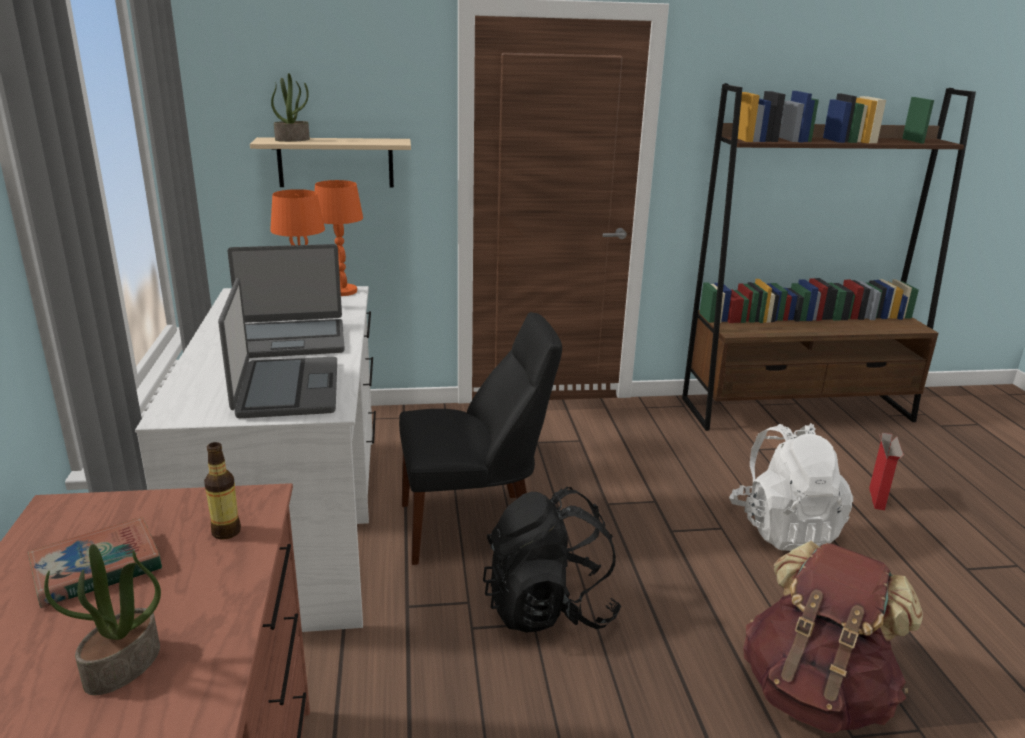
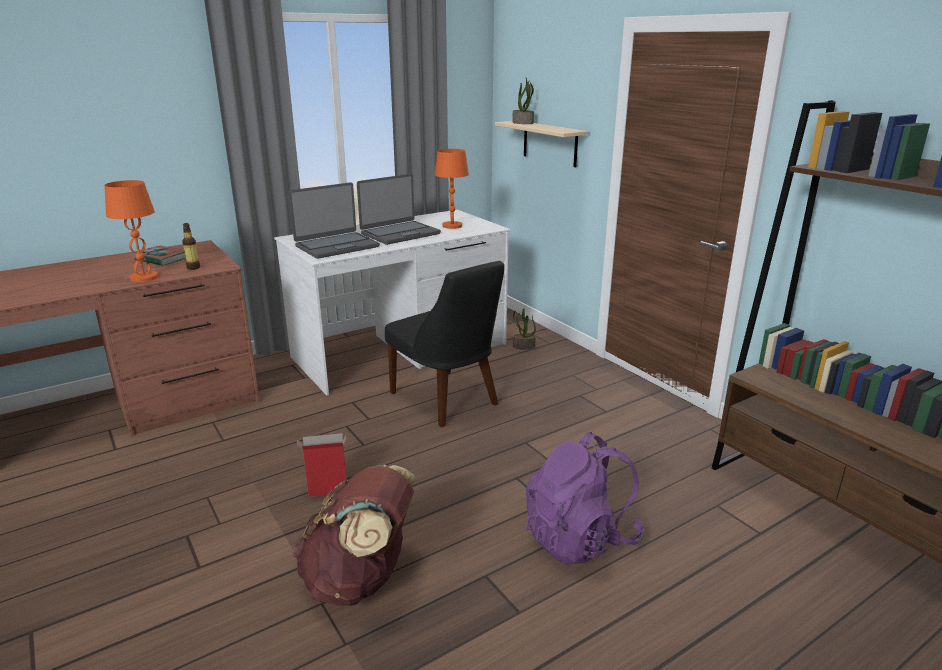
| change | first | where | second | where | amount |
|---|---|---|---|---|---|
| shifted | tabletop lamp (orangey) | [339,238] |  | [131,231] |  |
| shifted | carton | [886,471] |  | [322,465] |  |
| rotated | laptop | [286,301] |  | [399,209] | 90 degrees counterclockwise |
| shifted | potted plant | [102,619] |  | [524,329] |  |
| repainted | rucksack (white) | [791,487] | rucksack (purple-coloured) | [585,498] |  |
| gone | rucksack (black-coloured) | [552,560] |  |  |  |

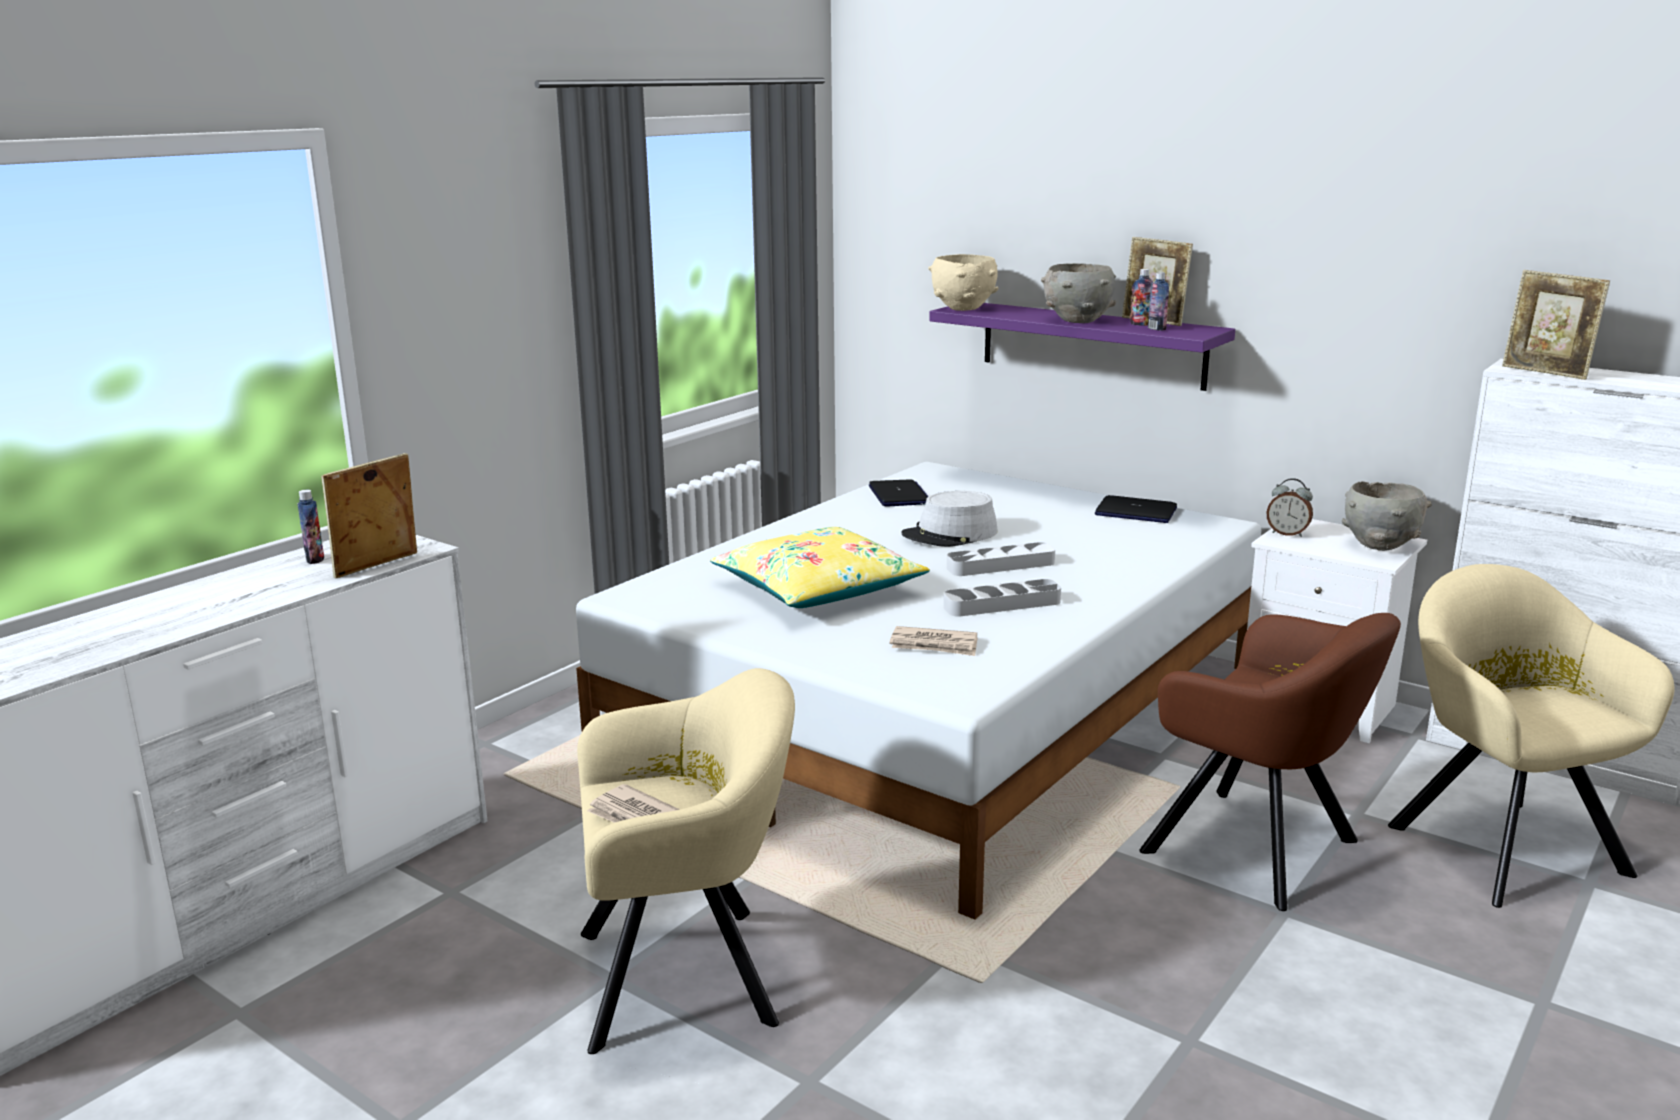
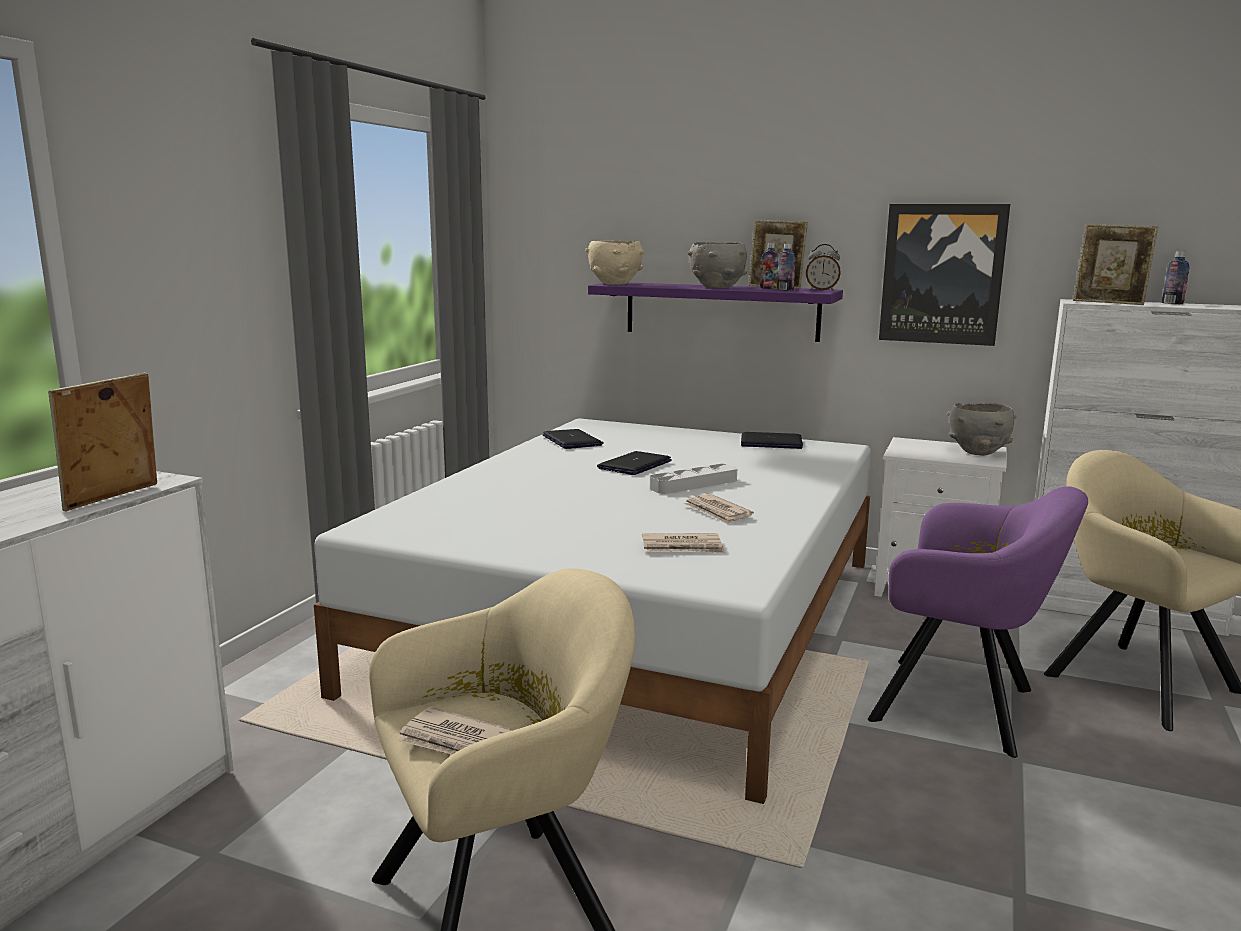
| change | first | where | second | where | amount |
|---|---|---|---|---|---|
| swapped | clothing hat (grey) | [949,519] | laptop | [634,463] |  |
| swapped | carrying tray (grey) | [1002,598] | printed paper | [718,509] |  |
| shifted | table clock | [1290,507] |  | [823,267] |  |
| repainted | easy chair (brownish) | [1270,762] | easy chair (purple-coloured) | [978,622] |  |
| new |  |  | wall art | [944,275] |  |
| shifted | bottle | [310,527] |  | [1175,277] |  |
| gone | throw pillow (yellowish) | [820,567] |  |  |  |

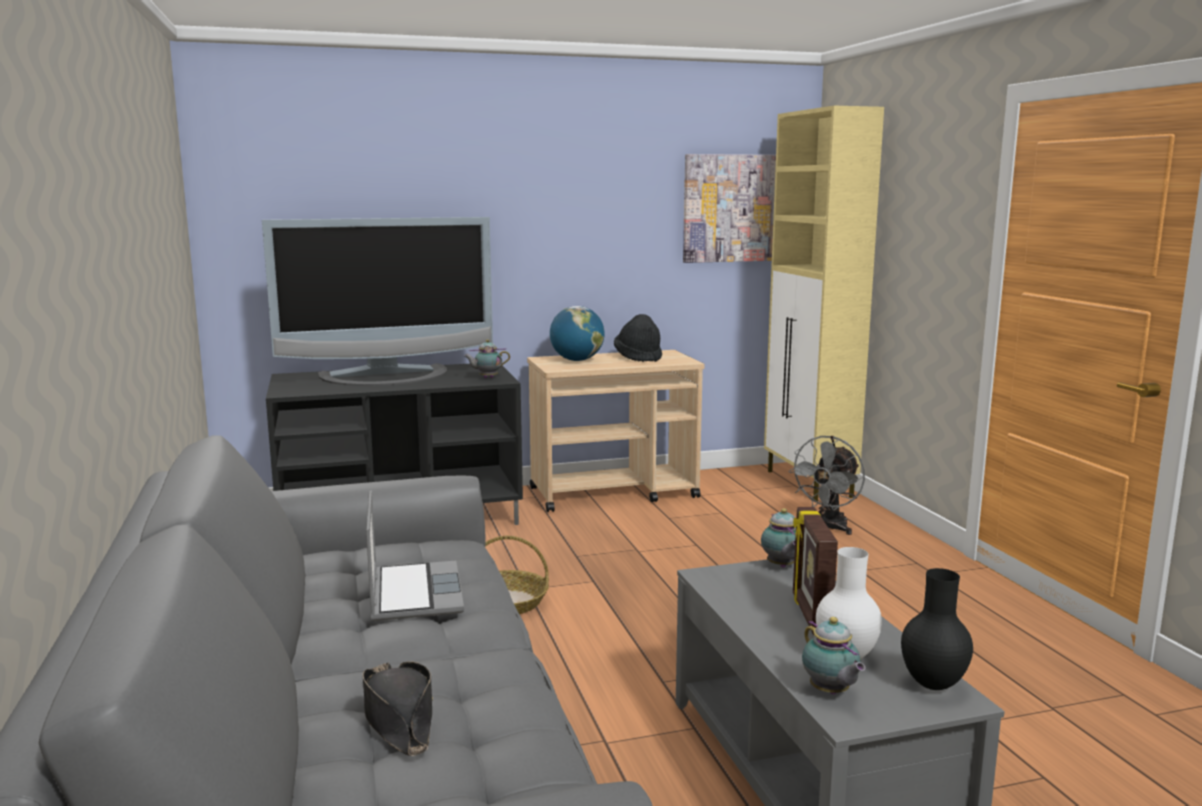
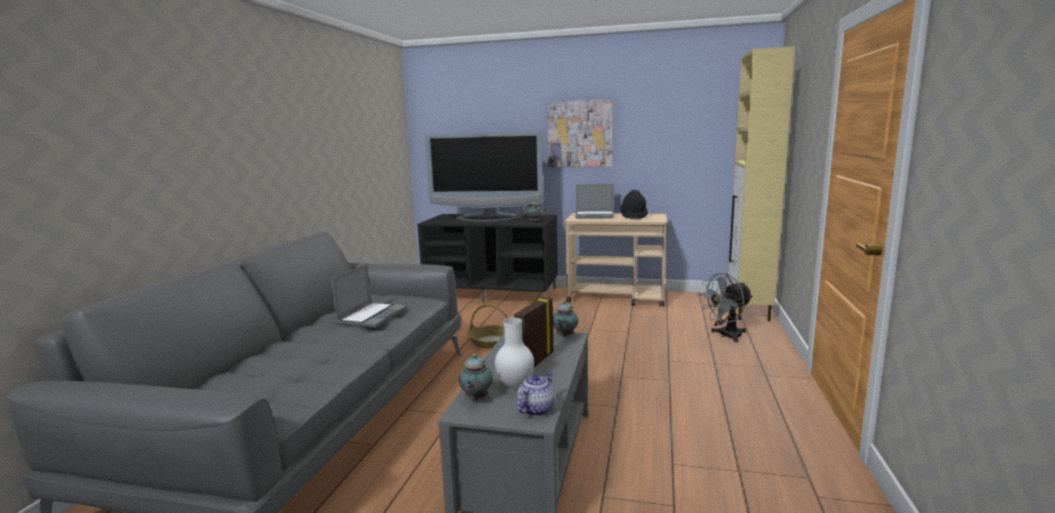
| change | first | where | second | where | amount |
|---|---|---|---|---|---|
| swapped | vase (black-coloured) | [937,629] | teapot | [536,394] |  |
| shifted | wall art | [729,208] |  | [580,133] |  |
| swapped | globe | [577,333] | laptop | [594,201] |  |
| gone | clothing hat (black-coloured) | [397,708] |  |  |  |

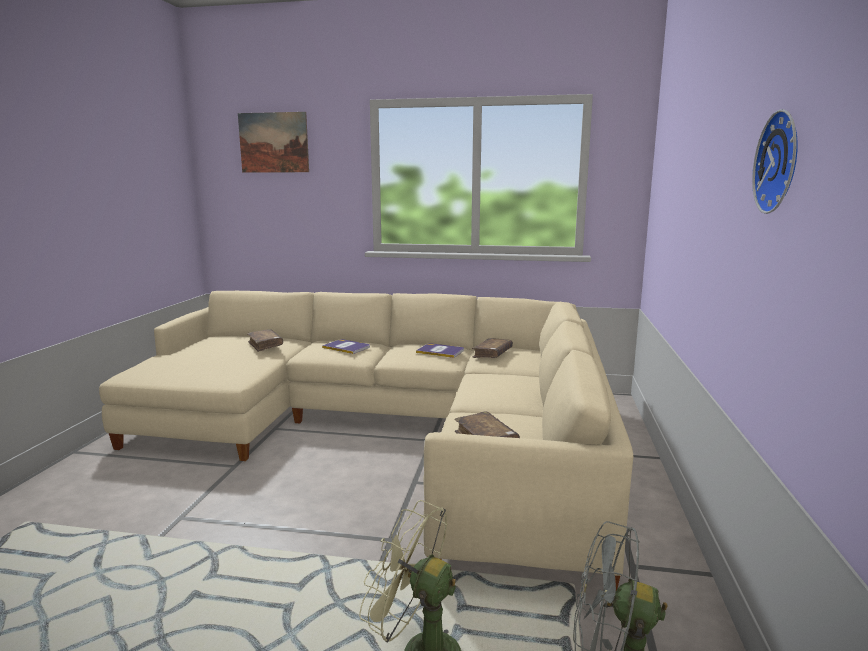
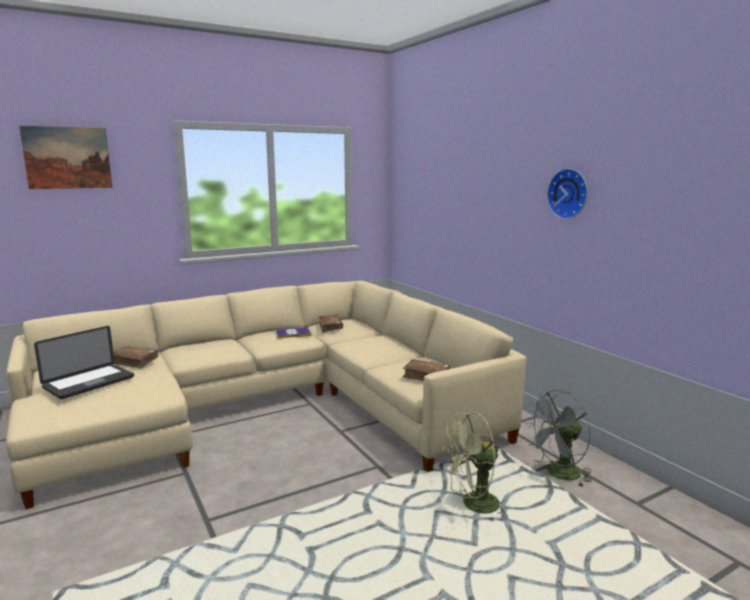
| change | first | where | second | where | amount |
|---|---|---|---|---|---|
| new |  |  | laptop | [84,362] |  |
| gone | bound book | [346,346] |  |  |  |

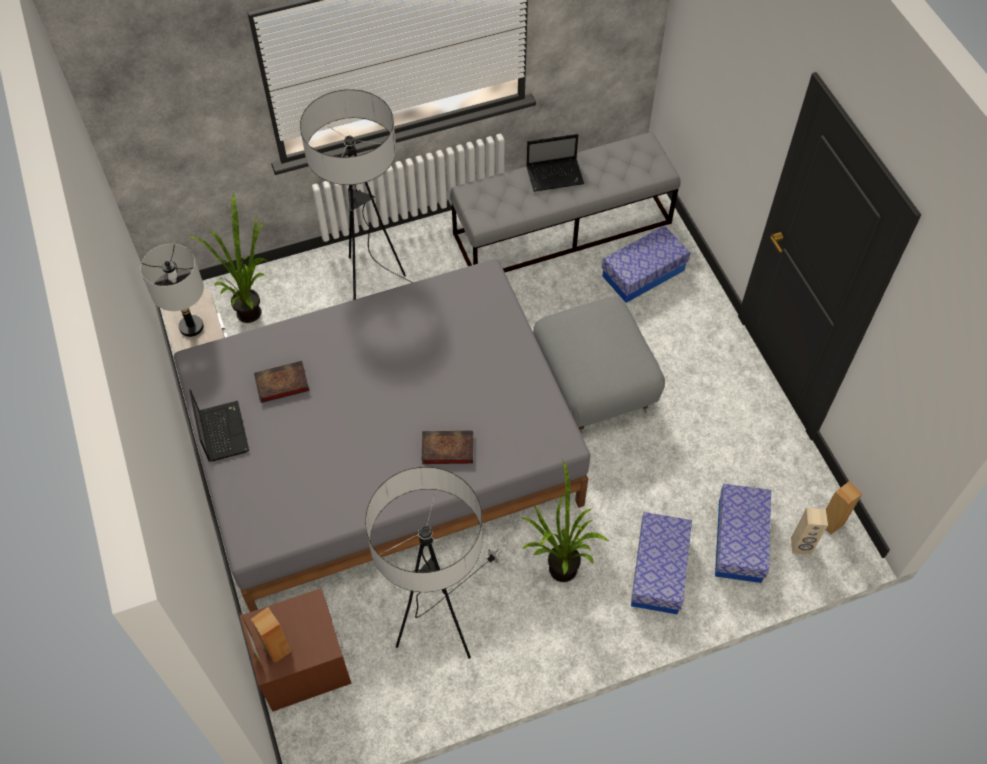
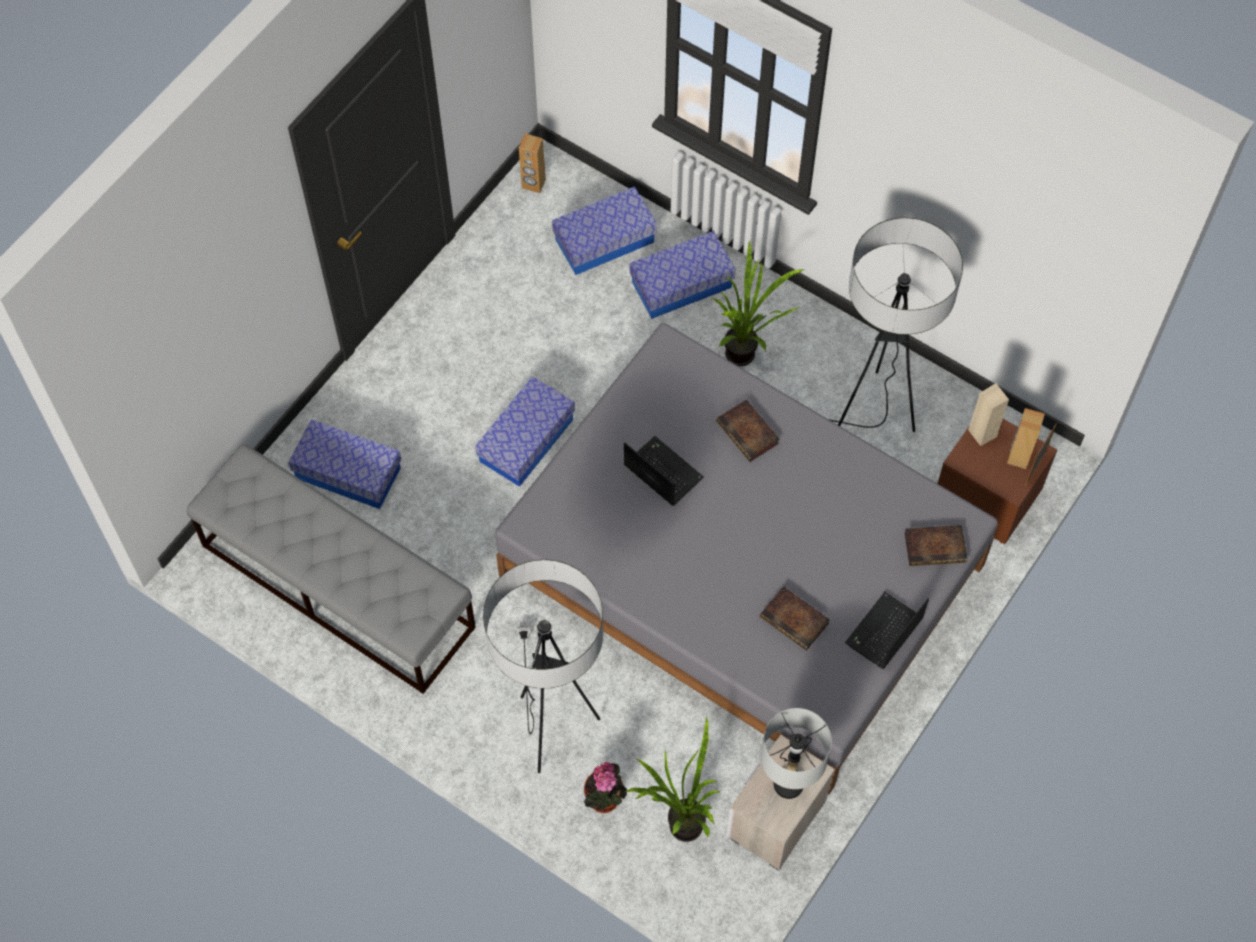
| change | first | where | second | where | amount |
|---|---|---|---|---|---|
| swapped | pouffe (grey) | [599,365] | storage box | [525,431] |  |
| new |  |  | potted plant | [605,787] |  |
| shifted | laptop | [555,163] |  | [664,471] |  |
| new |  |  | bound book | [935,545] |  |
| shifted | audio speaker (beige) | [809,531] |  | [988,414] |  |

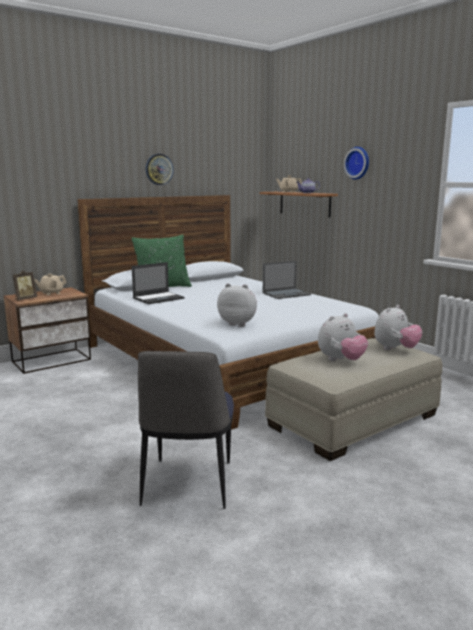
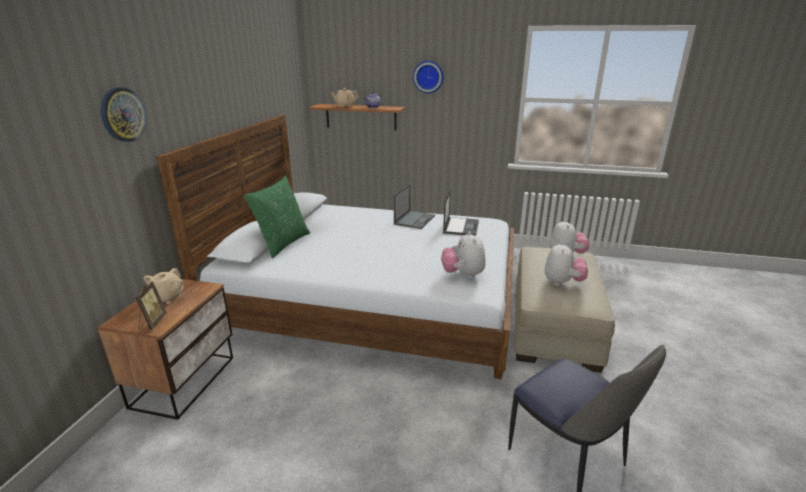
| change | first | where | second | where | amount |
|---|---|---|---|---|---|
| shifted | clock on the wall | [160,169] |  | [124,114] |  |
| rotated | soft toy | [237,305] |  | [463,255] | 75 degrees counterclockwise |
| shifted | laptop | [158,283] |  | [461,212] |  |

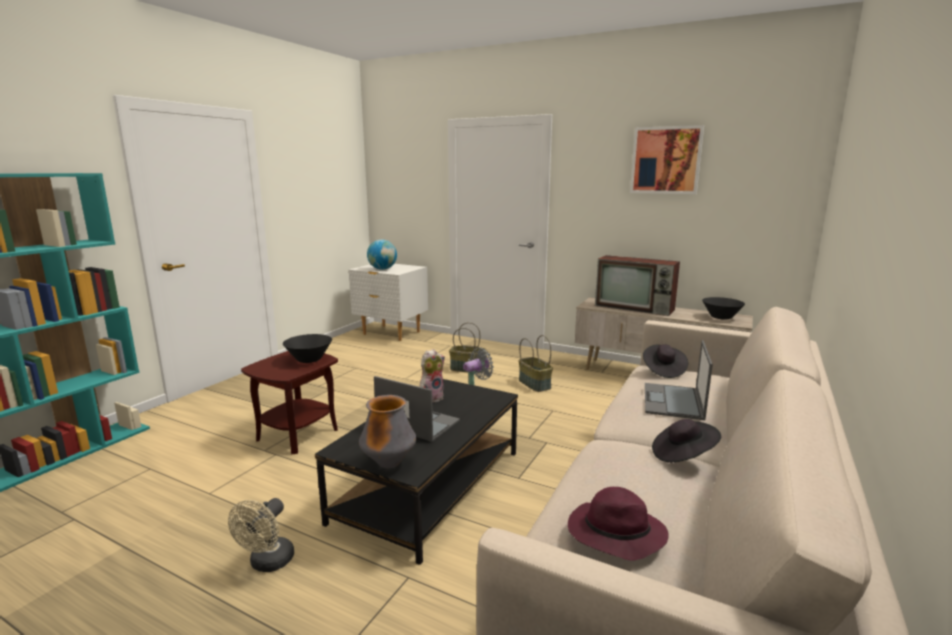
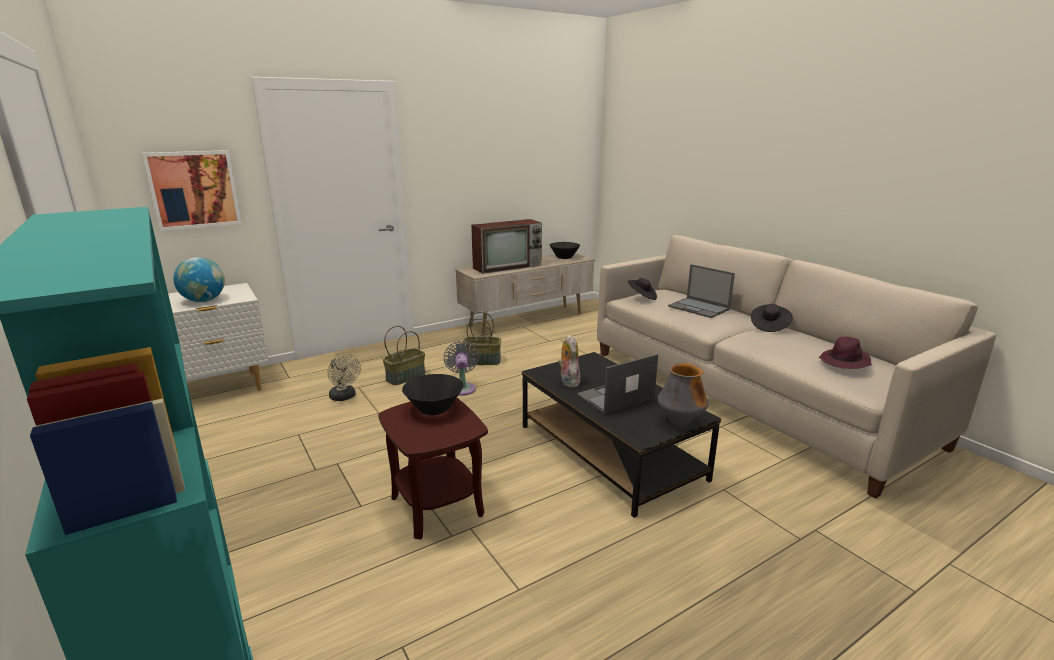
| change | first | where | second | where | amount |
|---|---|---|---|---|---|
| shifted | wall art | [667,159] |  | [192,190] |  |
| shifted | fan (beige) | [261,535] |  | [344,377] |  |

